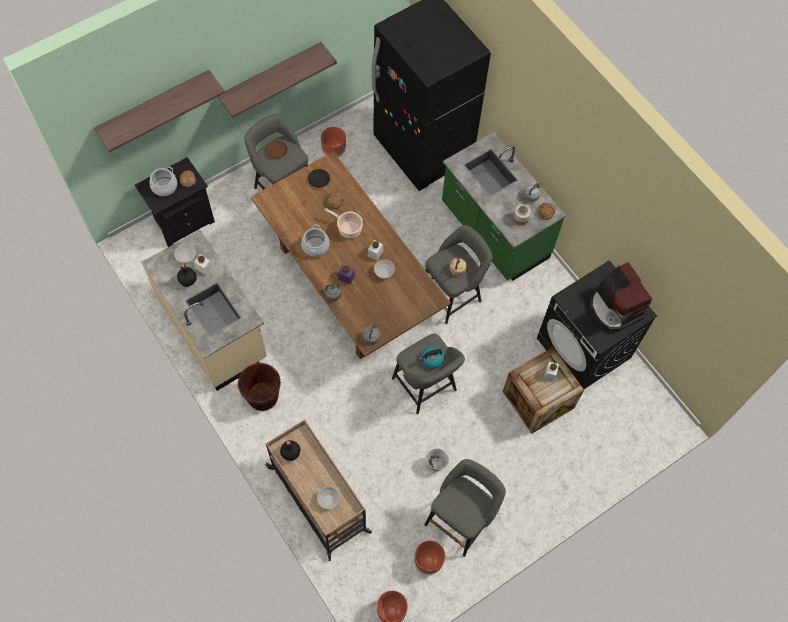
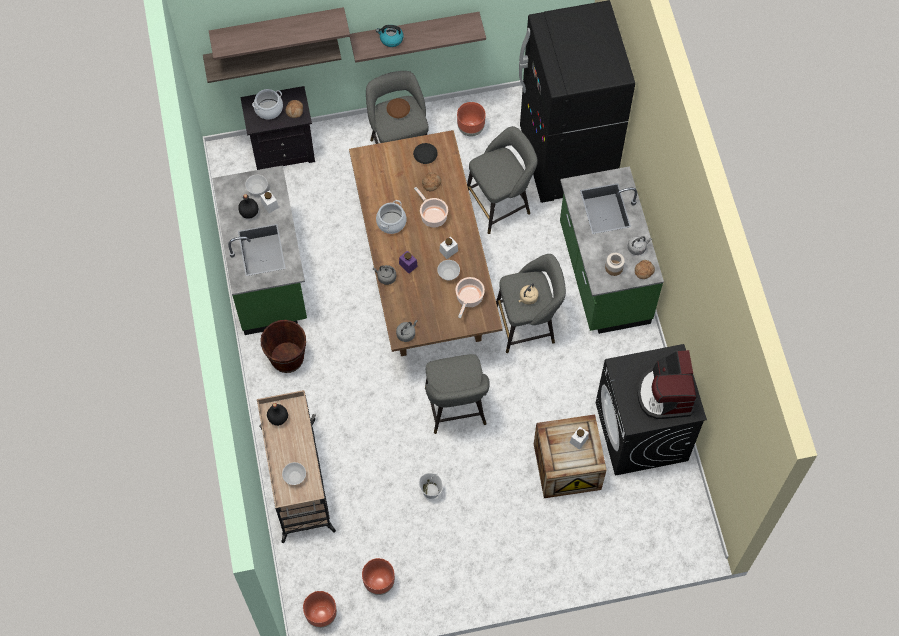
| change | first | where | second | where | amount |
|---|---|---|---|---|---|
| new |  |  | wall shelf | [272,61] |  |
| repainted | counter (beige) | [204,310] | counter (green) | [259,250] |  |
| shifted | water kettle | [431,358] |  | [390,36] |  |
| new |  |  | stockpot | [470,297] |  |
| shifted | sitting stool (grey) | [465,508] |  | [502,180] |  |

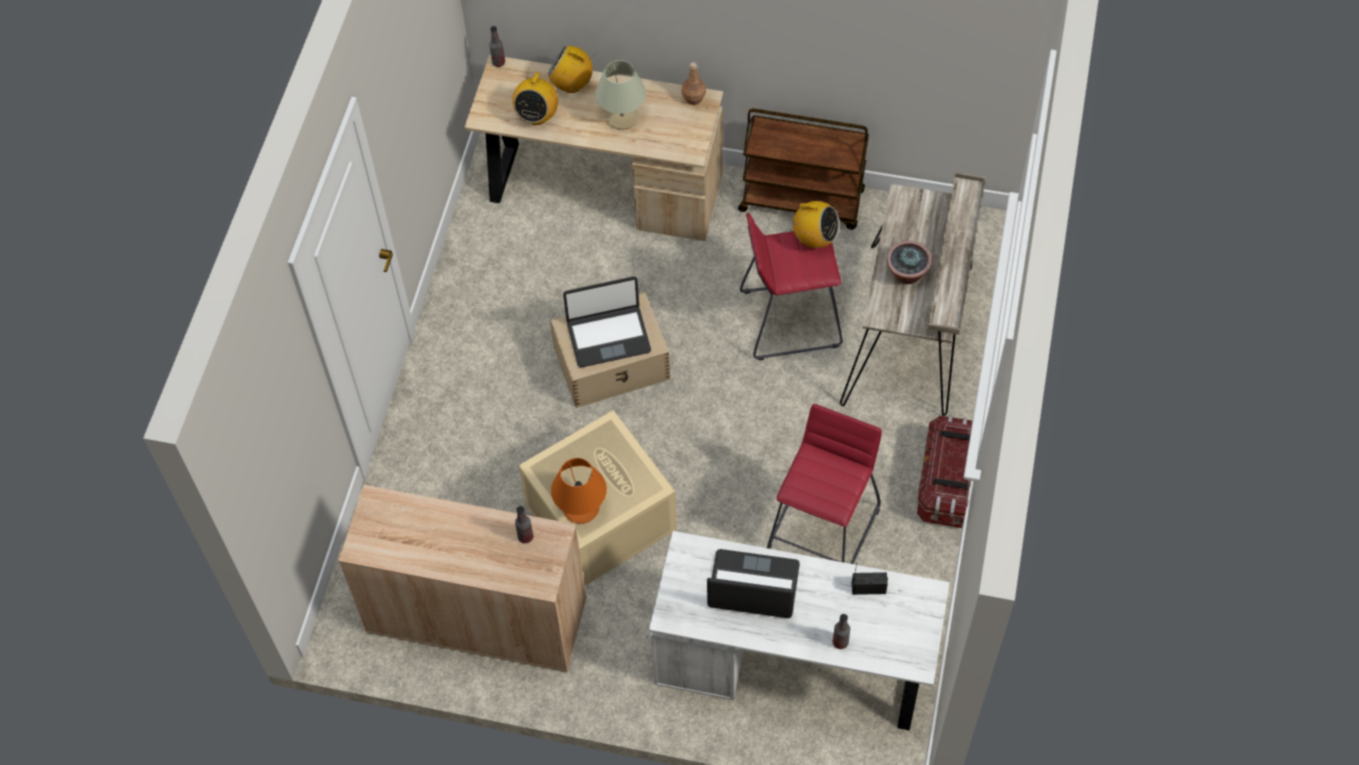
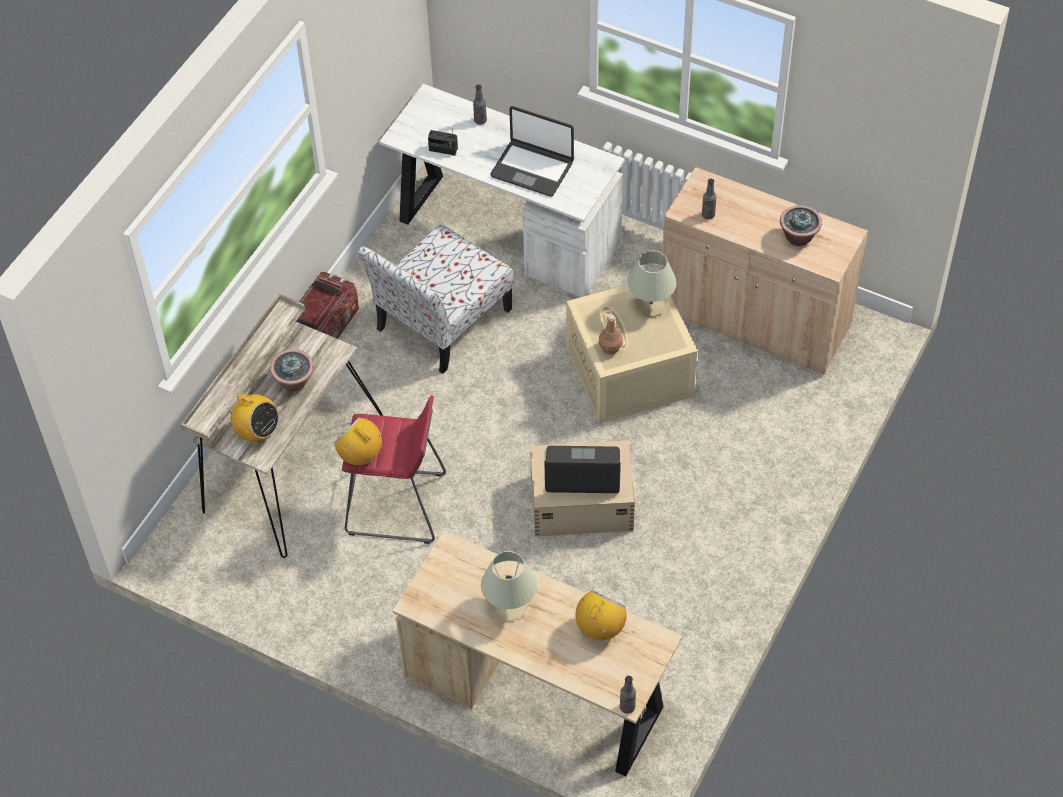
| change | first | where | second | where | amount |
|---|---|---|---|---|---|
| shifted | radio set | [572,69] |  | [252,418] |  |
| swapped | sitting stool (red) | [824,484] | chair | [436,299] |  |
| shifted | bottle (brownish) | [694,83] |  | [611,334] |  |
| repainted | tabletop lamp (orangey) | [579,491] | tabletop lamp (beige) | [652,284] |  |
| new |  |  | potted plant | [801,225] |  |
| gone | wheeled cart (brownish) | [803,169] |  |  |  |

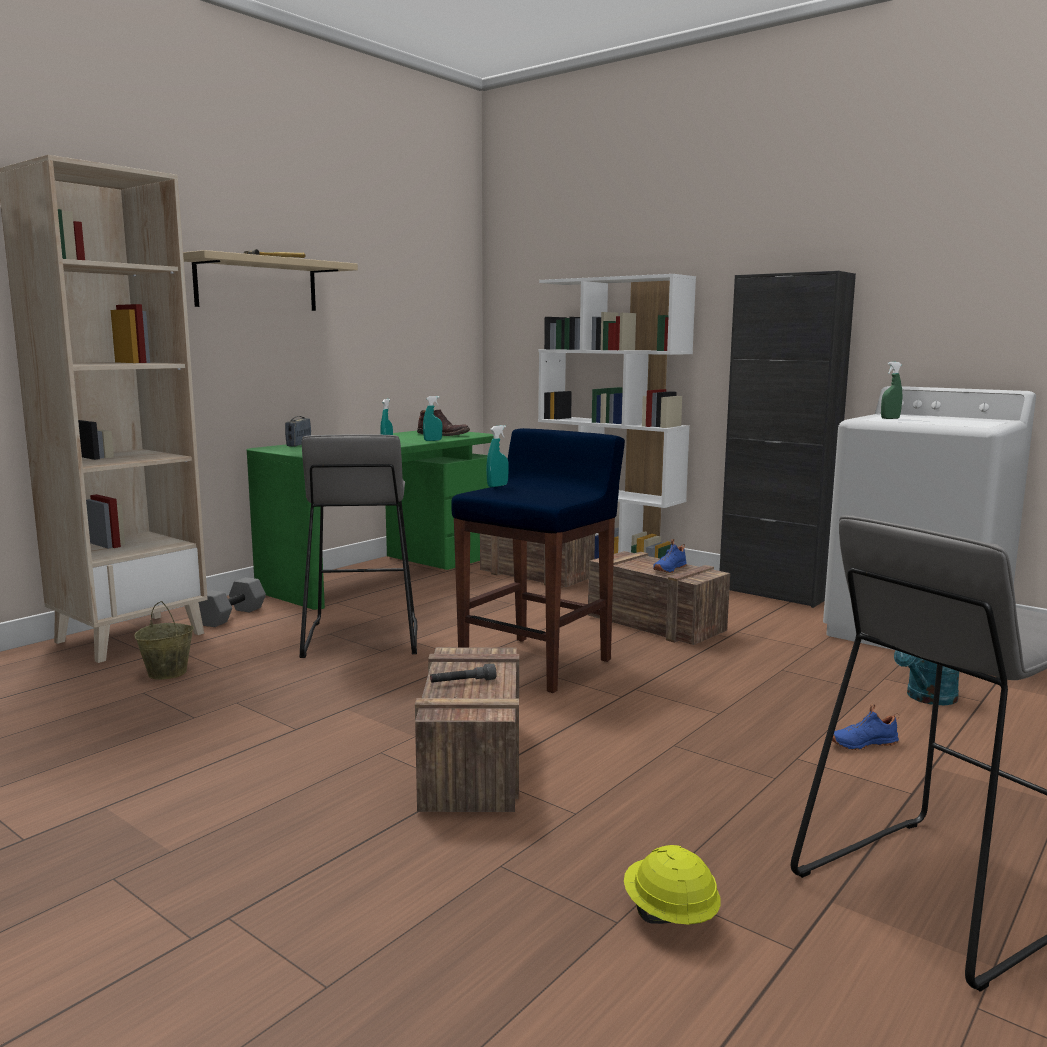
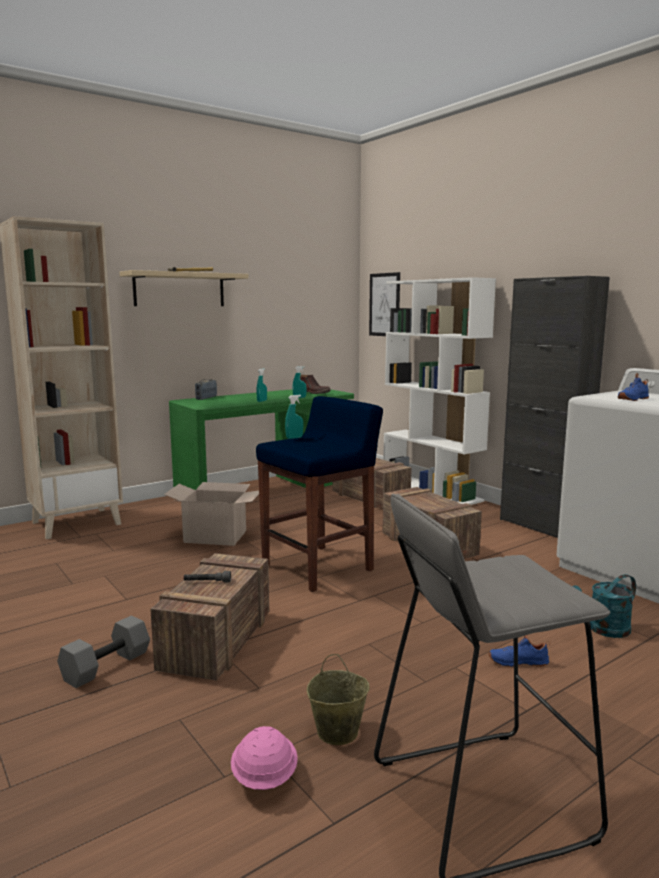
| change | first | where | second | where | amount |
|---|---|---|---|---|---|
| shifted | hand weight (grey) | [232,602] |  | [103,651] |  |
| swapped | sitting stool (grey) | [358,546] | carton | [211,514] |  |
| repainted | hard hat (yellowish) | [672,885] | hard hat (pinkish) | [264,758] |  |
| shifted | water bucket (beige) | [164,640] |  | [338,699] |  |
| new |  |  | wall art | [384,304] |  |
| shifted | shoe (bluish) | [670,556] |  | [633,387] |  |
| gone | sprayer (green) | [891,390] |  |  |  |

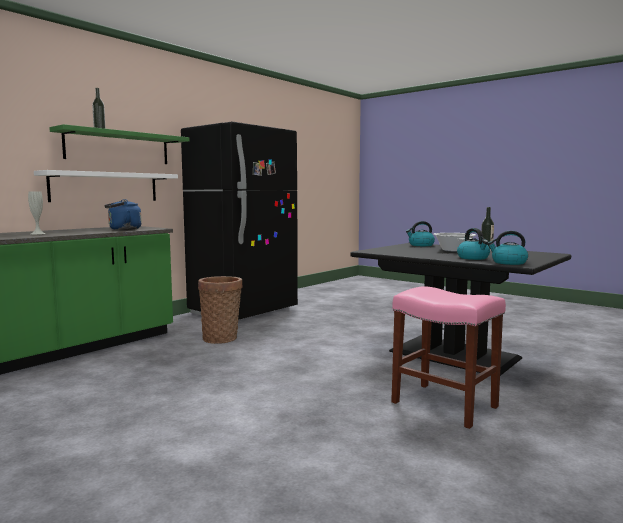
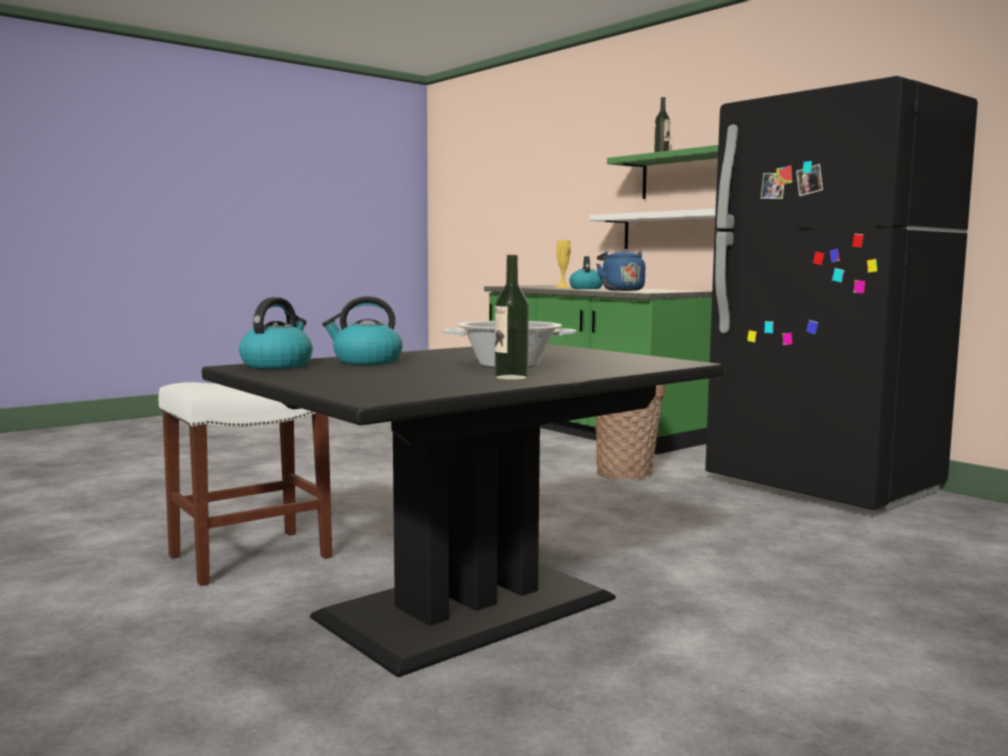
| change | first | where | second | where | amount |
|---|---|---|---|---|---|
| repainted | sitting stool (pinkish) | [448,357] | sitting stool (white) | [245,484] |  |
| repainted | vase (white) | [37,212] | vase (yellowish) | [563,264] |  |
| shifted | water kettle | [420,233] |  | [586,272] |  |

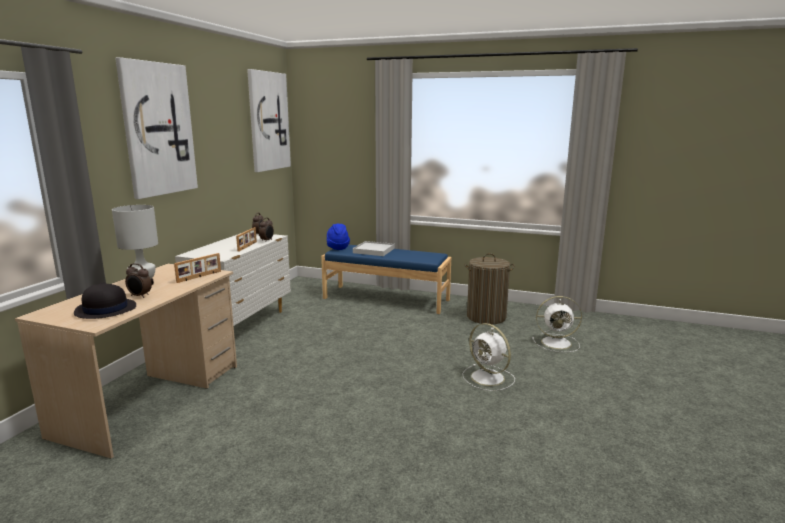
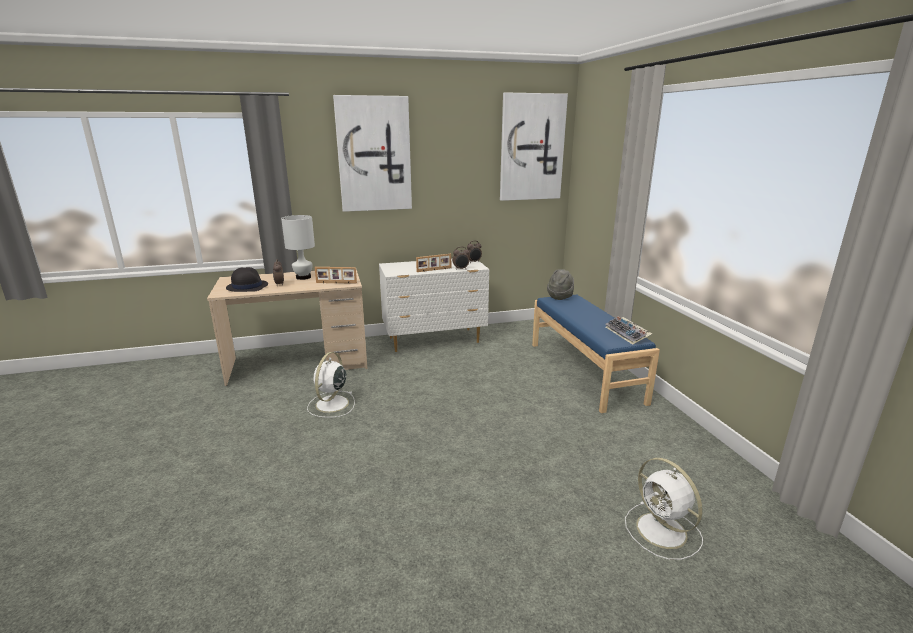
| change | first | where | second | where | amount |
|---|---|---|---|---|---|
| shifted | fan (white) | [488,357] |  | [331,385] |  |
| repainted | clothing hat (bluish) | [338,236] | clothing hat (grey) | [560,284] |  |
| new |  |  | keyboard | [629,330] |  |
| gone | carrying tray (white) | [374,248] |  |  |  |
| gone | laundry basket | [489,288] |  |  |  |

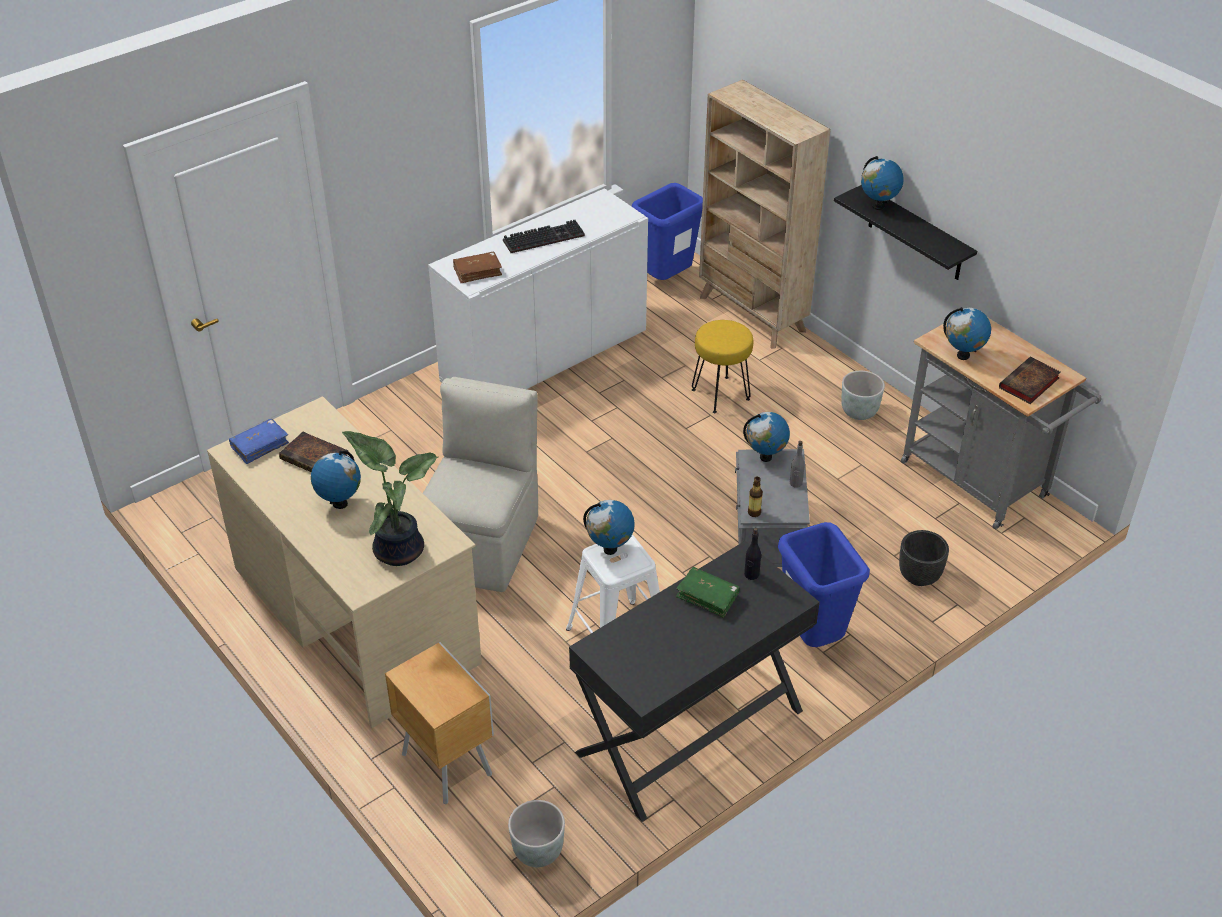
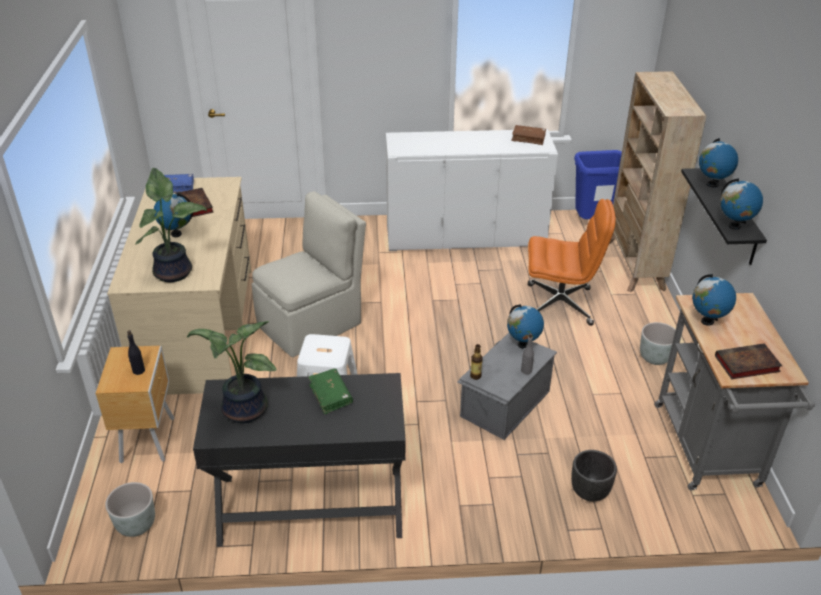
| change | first | where | second | where | amount |
|---|---|---|---|---|---|
| shifted | bottle (black-coloured) | [752,554] |  | [136,352] |  |
| new |  |  | potted plant | [231,372] |  |
| shifted | bound book (brownish) | [477,267] |  | [528,135] |  |
| swapped | sitting stool (yellowish) | [722,366] | computer chair (orangey) | [572,262] |  |
| shifted | globe | [609,527] |  | [741,204] |  |
| gone | keyboard | [544,236] |  |  |  |
| gone | waste bin (bluish) | [824,584] |  |  |  |

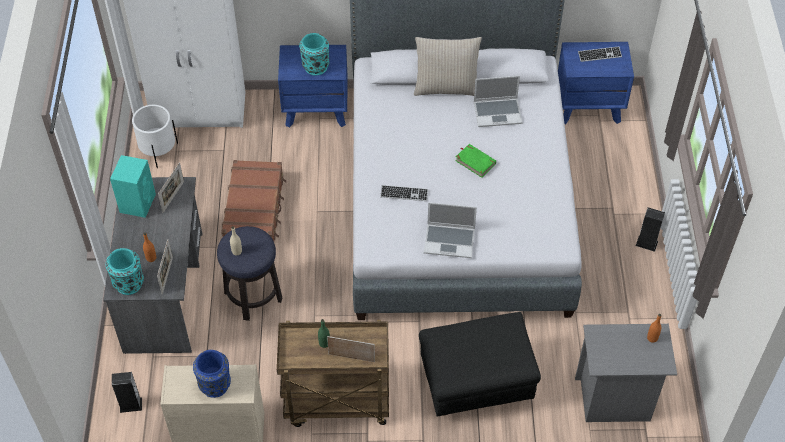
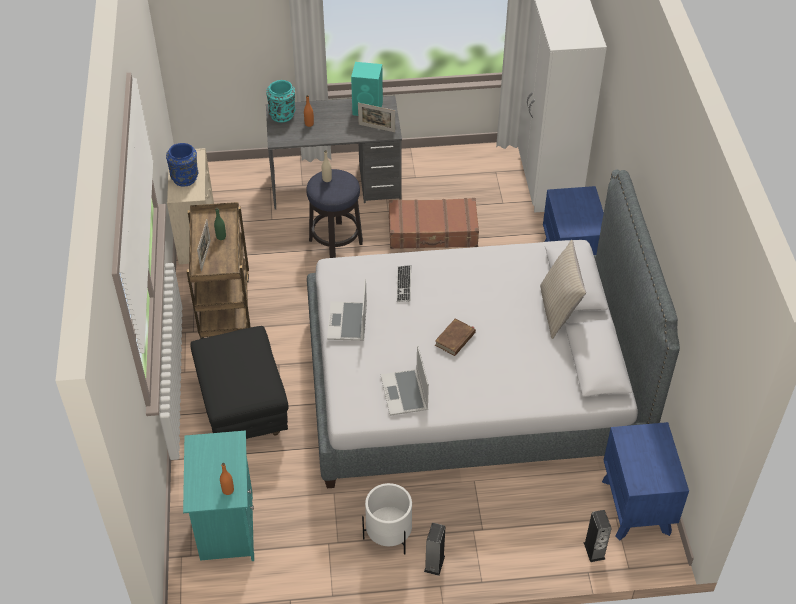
| change | first | where | second | where | amount |
|---|---|---|---|---|---|
| repainted | night table (grey) | [626,373] | night table (turquoise-coloured) | [218,495] |  |
| shifted | planter (white) | [155,136] |  | [387,519] |  |
| shifted | laptop | [498,101] |  | [405,380] |  |
| repainted | bound book (green) | [475,161] | bound book (brownish) | [455,337] |  |
| shifted | audio speaker | [127,392] |  | [597,536] |  |
| gone | picture frame | [165,266] |  |  |  |
| gone | vase (turquoise-coloured) | [314,54] |  |  |  |
| gone | keyboard | [600,54] |  |  |  |

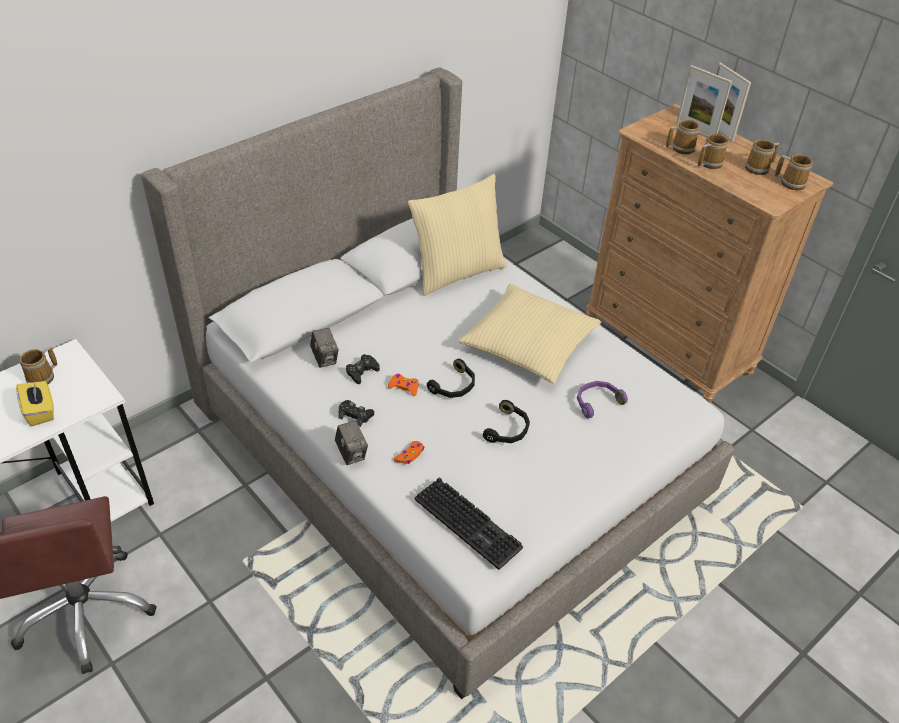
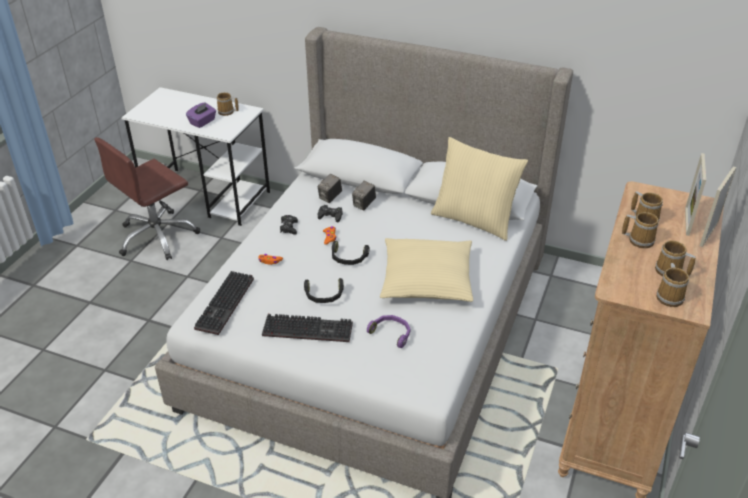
| change | first | where | second | where | amount |
|---|---|---|---|---|---|
| repainted | tissue box (yellowish) | [35,403] | tissue box (purple-coloured) | [201,115] |  |
| new |  |  | keyboard | [307,328] |  |
| shifted | still camera | [351,443] |  | [364,196] |  |

